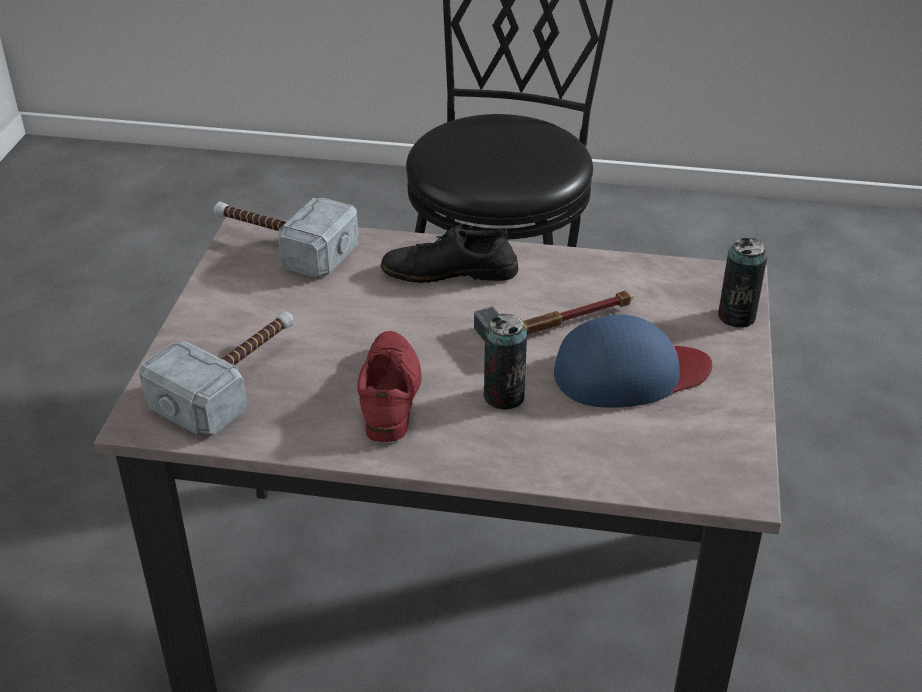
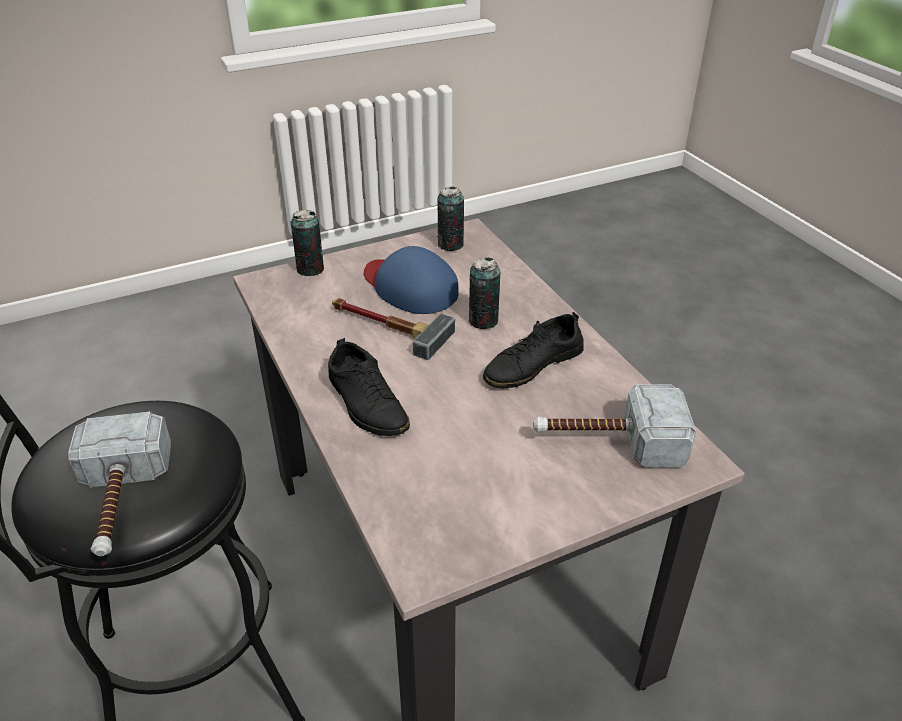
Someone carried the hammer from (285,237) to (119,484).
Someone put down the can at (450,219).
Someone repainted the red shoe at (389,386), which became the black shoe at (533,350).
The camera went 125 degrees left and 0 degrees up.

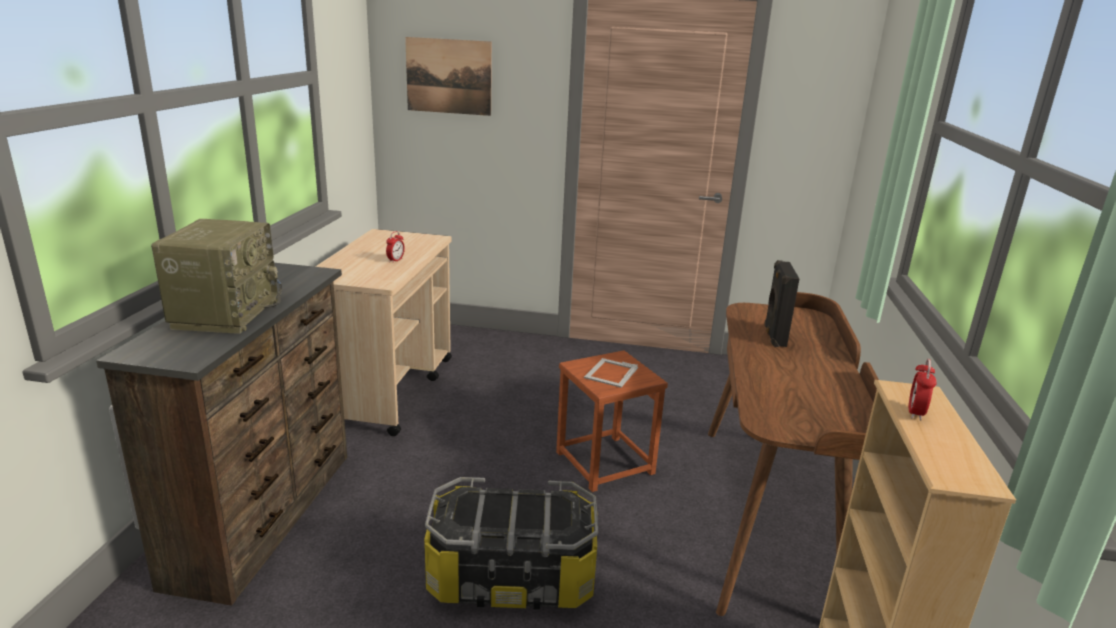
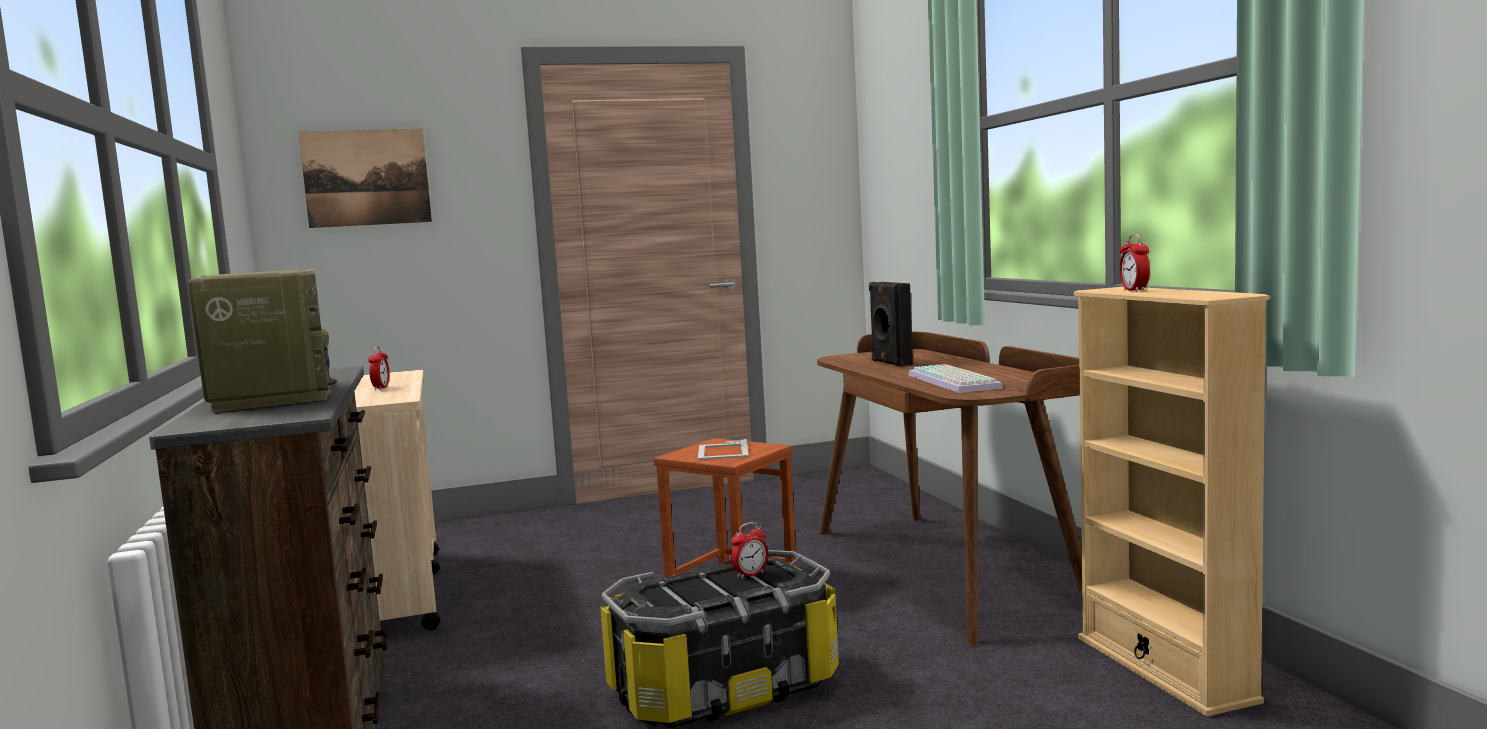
Someone put down the alarm clock at (749,550).
Someone put down the keyboard at (956,378).
The camera went 25 degrees left and 15 degrees down.

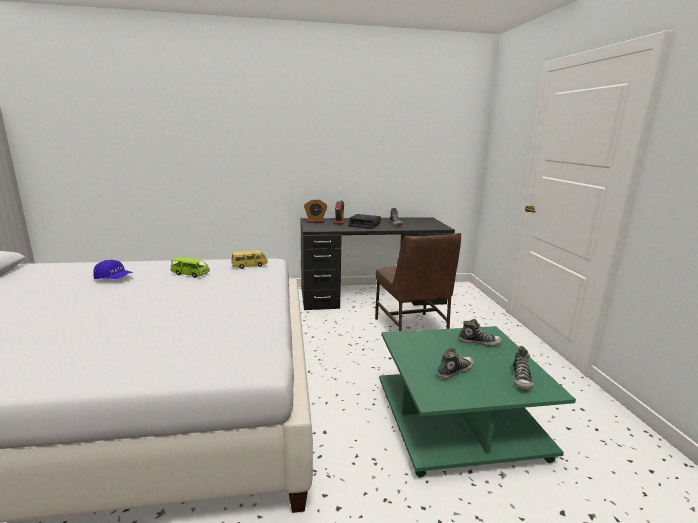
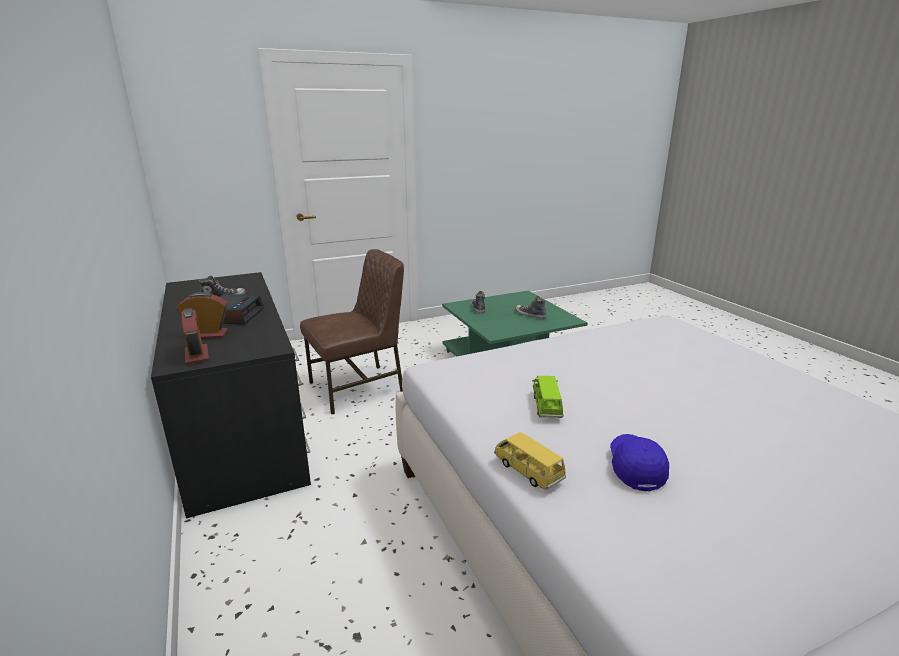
Someone carried the yellow toy car from (249,259) to (530,461).
Someone took away the shoe at (523,367).
The camera went 105 degrees left and 5 degrees up.

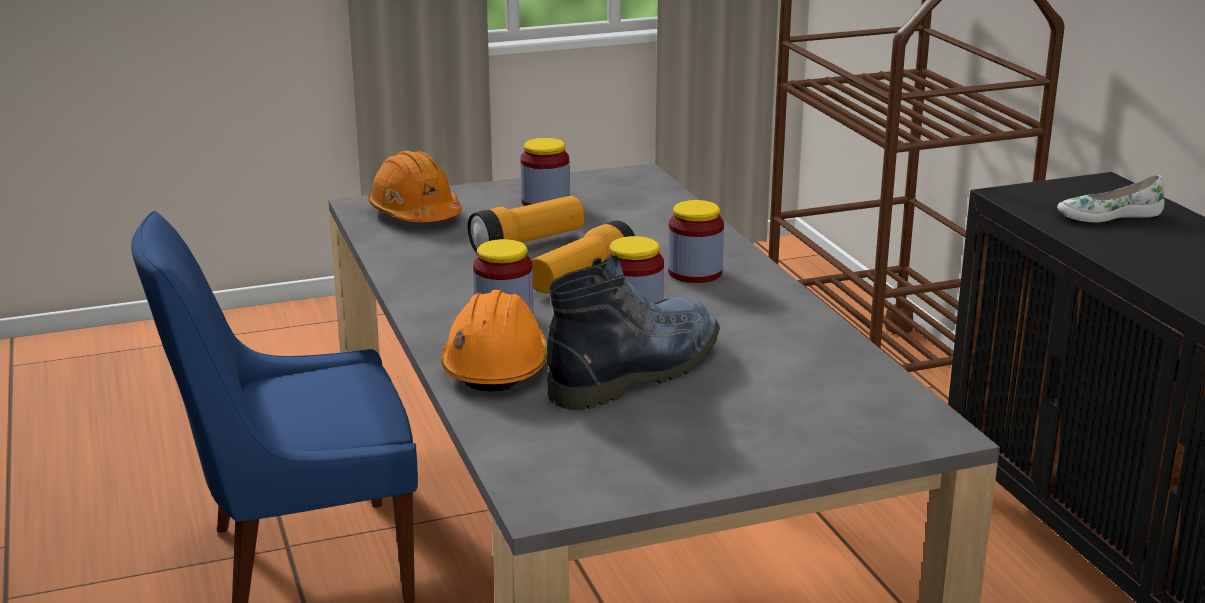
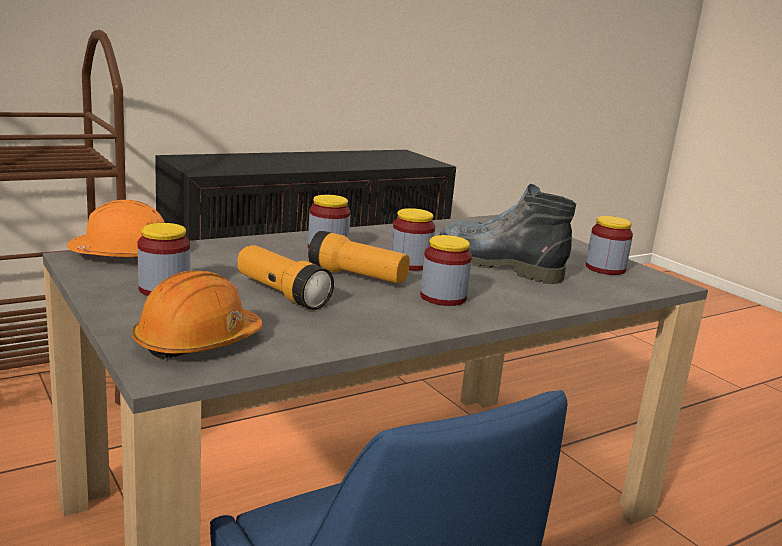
Someone carried the orange hard hat from (494,341) to (116,229).
Someone put down the jar at (609,245).
Someone took away the white shoe at (1110,198).
The camera went 105 degrees left and 5 degrees down.

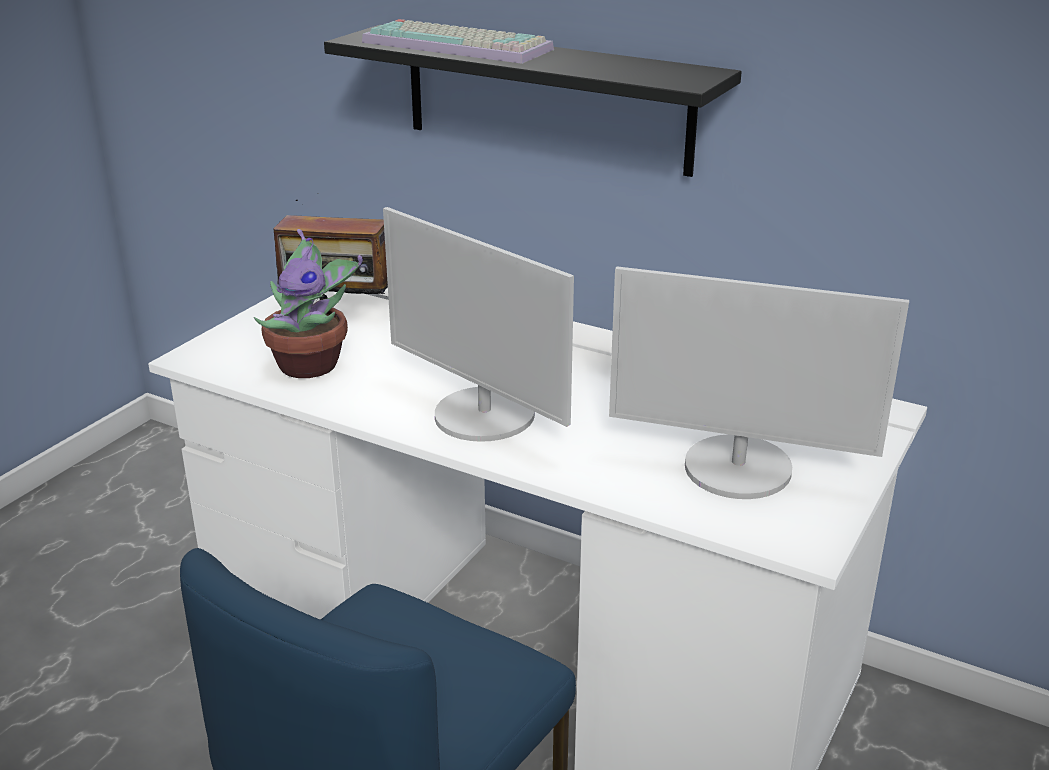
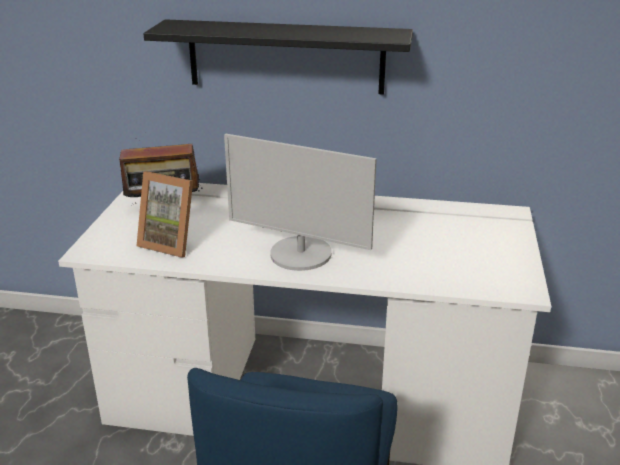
Someone swapped the potted plant at (308,303) for the picture frame at (165,214).
Someone took away the keyboard at (458,41).
Someone took away the monitor at (759,382).
The camera went 20 degrees left and 0 degrees up.

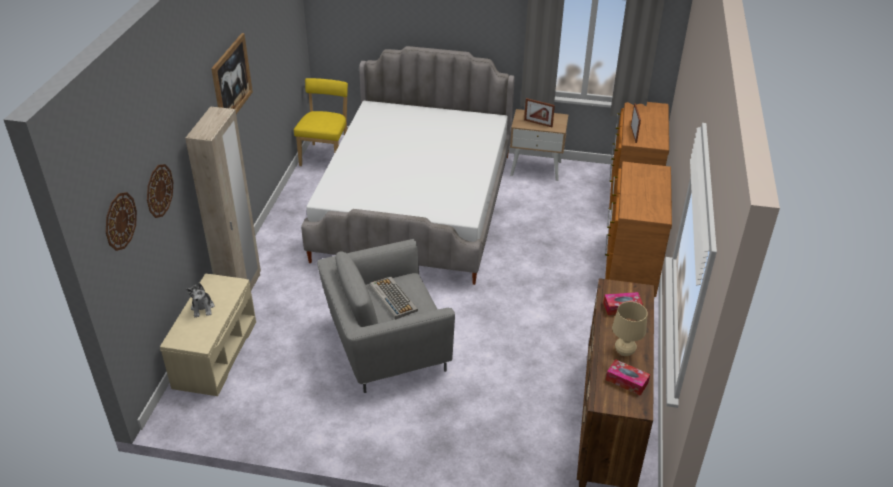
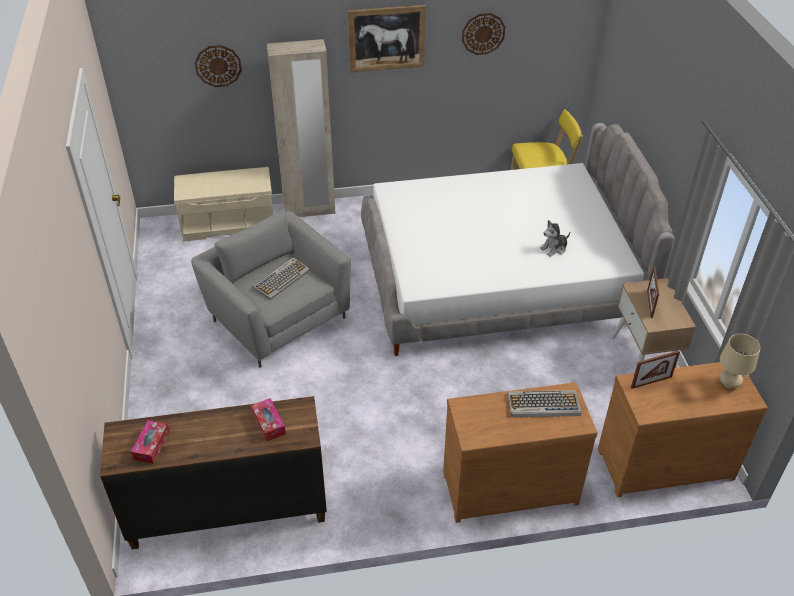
Someone carried the wall clock from (121,221) to (484,34).
Someone put down the keyboard at (544,403).
Someone carried the plush toy from (199,300) to (555,238).
Someone carried the beige table lamp from (630,328) to (740,361).
The camera went 70 degrees right and 5 degrees up.

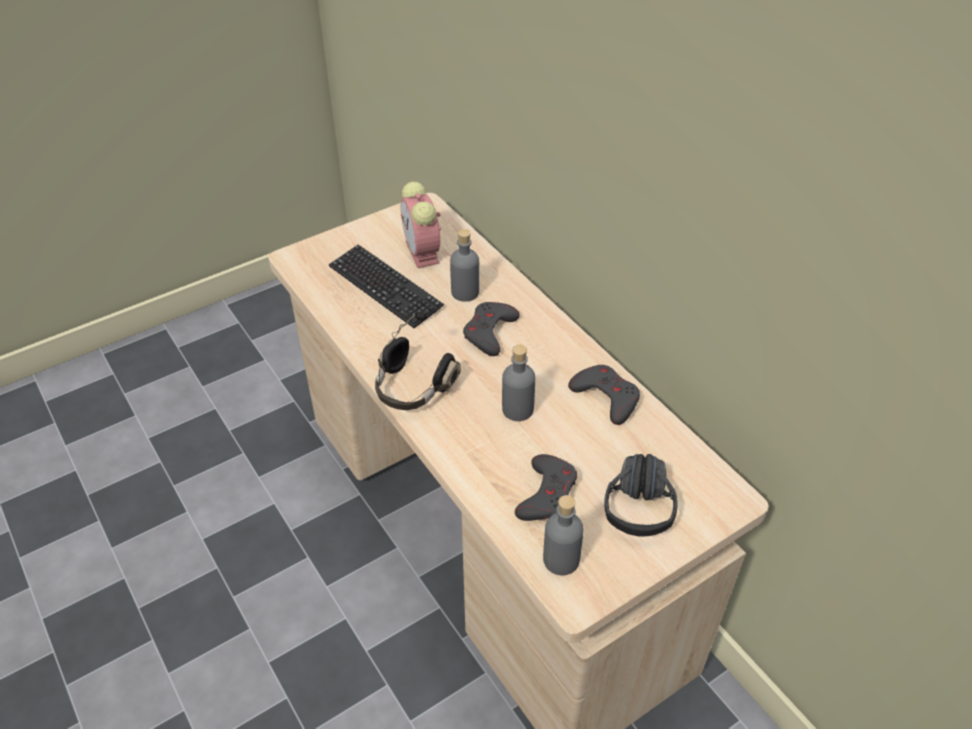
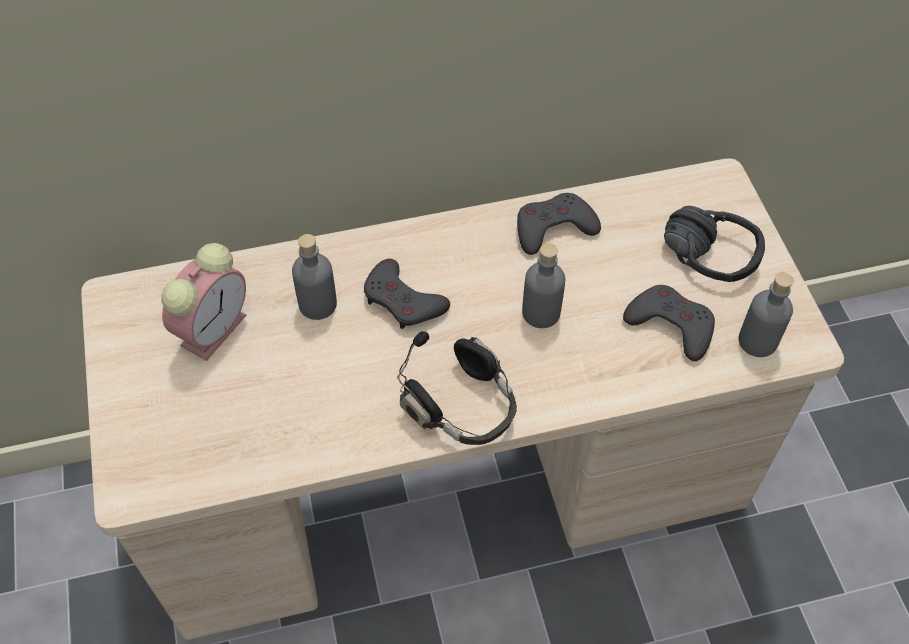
Someone rotated the alarm clock at (421,225) by 60 degrees counterclockwise.
Someone took away the keyboard at (386,286).
The camera went 70 degrees left and 10 degrees up.

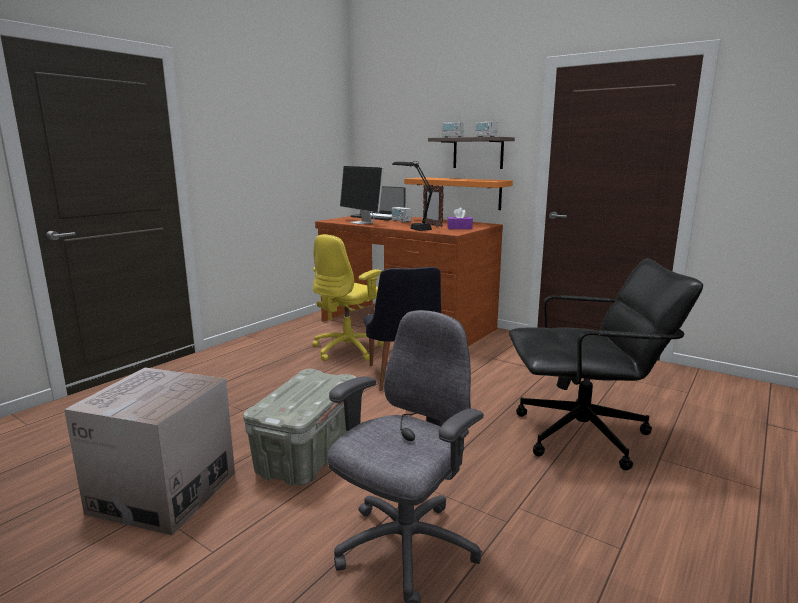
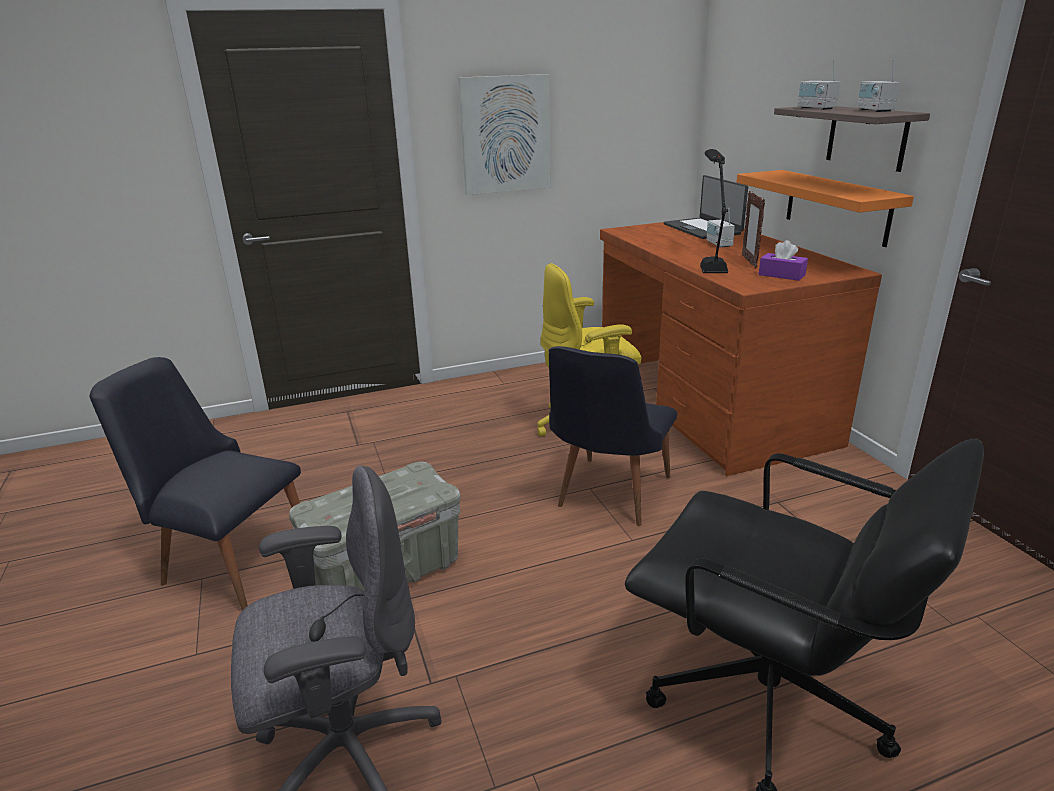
Someone swapped the cardboard box at (149,451) for the black chair at (195,484).
Someone put up the picture at (504,134).
Someone took away the monitor at (362,195).
The camera went 35 degrees right and 10 degrees up.

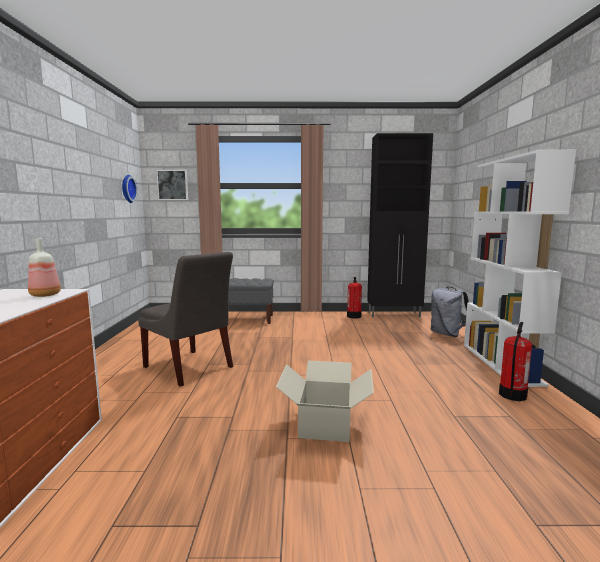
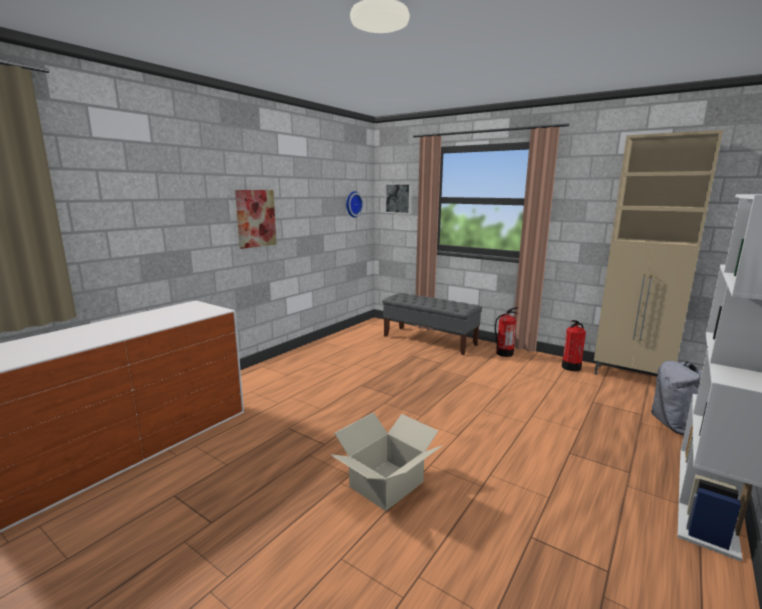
Someone put up the picture at (256,219).
Someone carried the fire extinguisher from (515,361) to (506,332).
Someone repainted the black cabinet at (400,225), which became the beige cabinet at (658,252).
Someone took away the bottle at (44,268).
Someone took away the grey chair at (185,319).
The camera went 35 degrees right and 5 degrees up.

